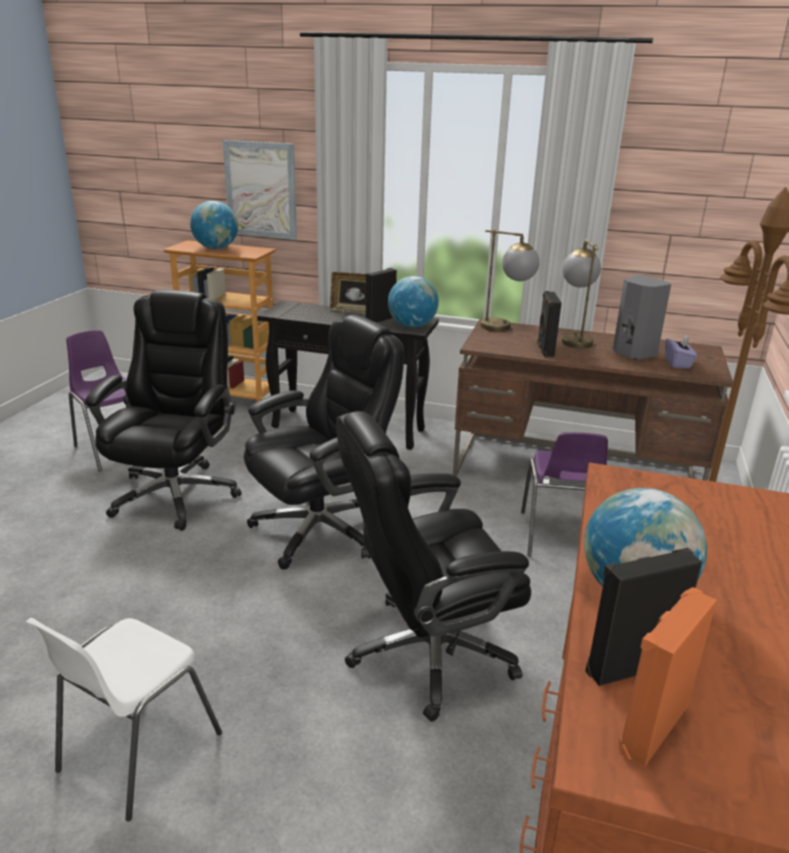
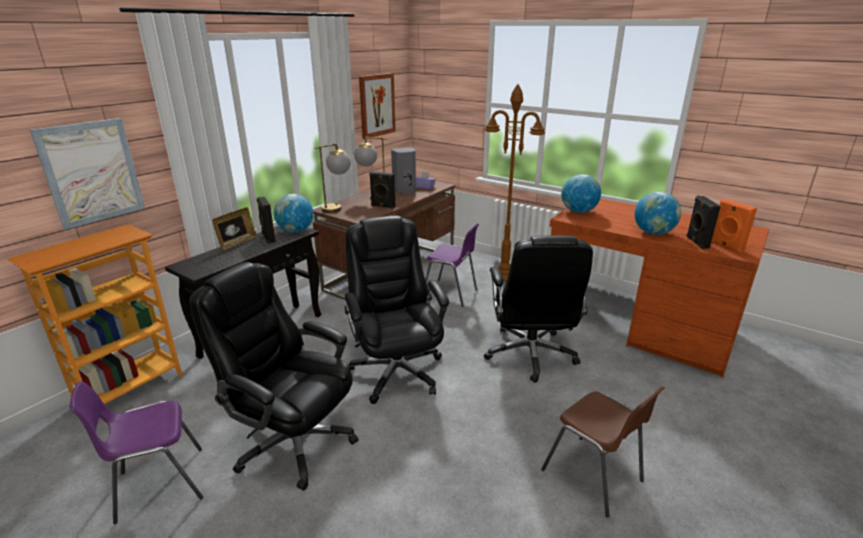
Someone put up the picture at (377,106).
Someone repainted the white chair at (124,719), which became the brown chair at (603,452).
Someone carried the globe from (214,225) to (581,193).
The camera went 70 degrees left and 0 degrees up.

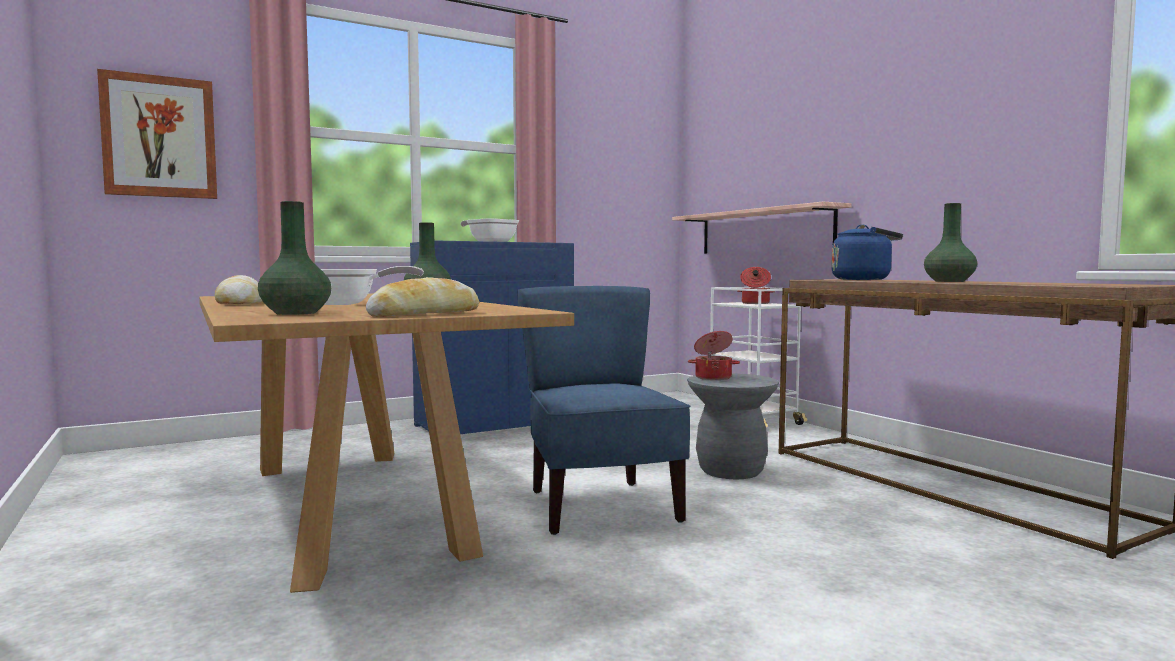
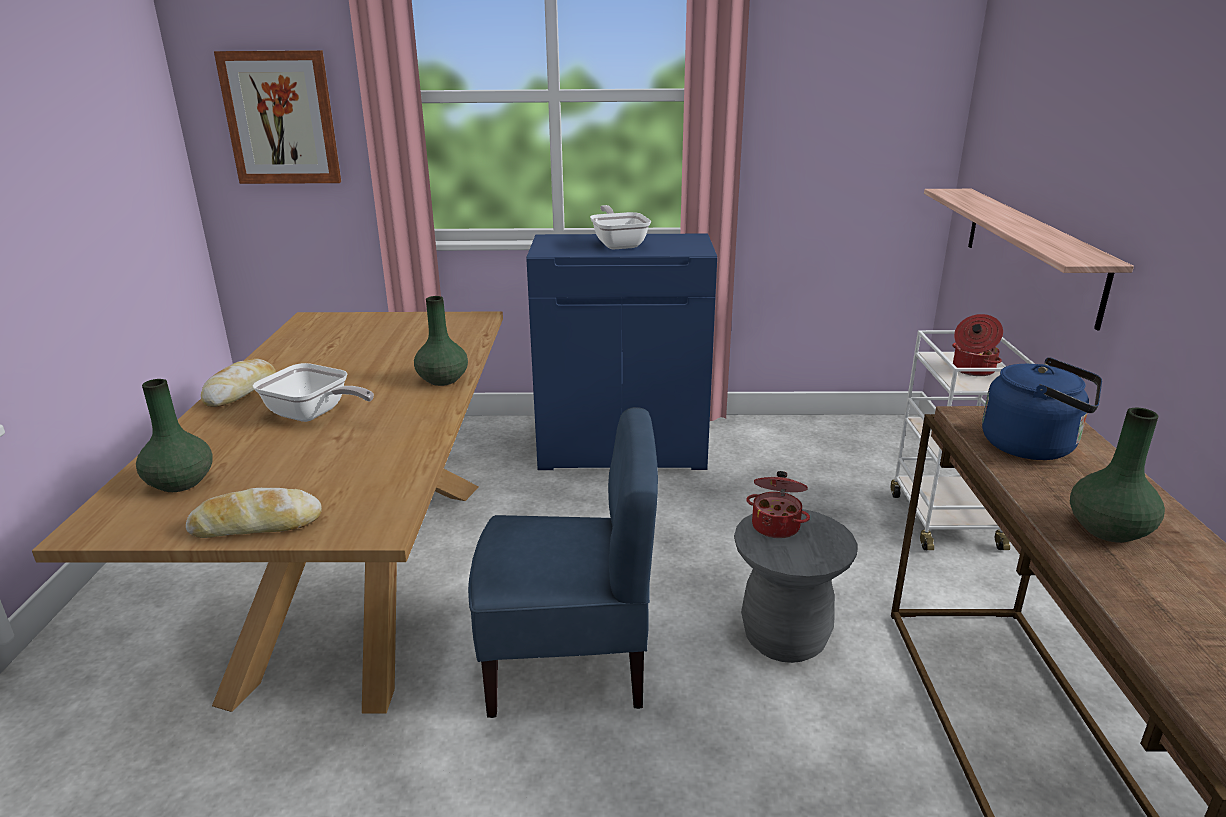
Someone rotated the blue chair at (604,410) by 75 degrees clockwise.
The camera went 30 degrees right and 20 degrees up.

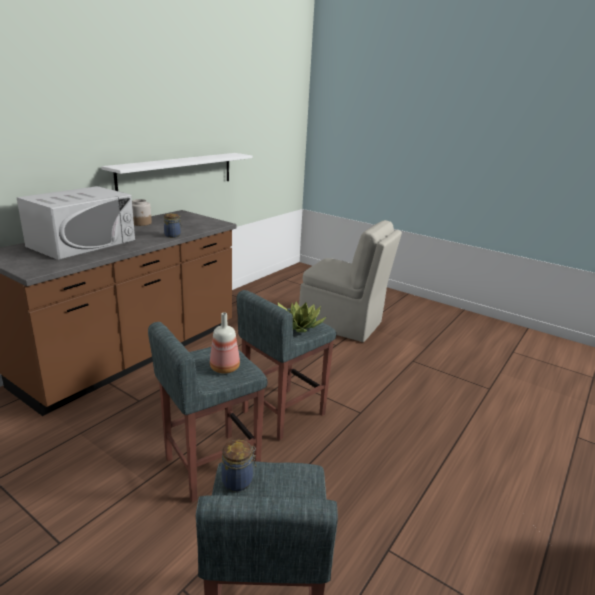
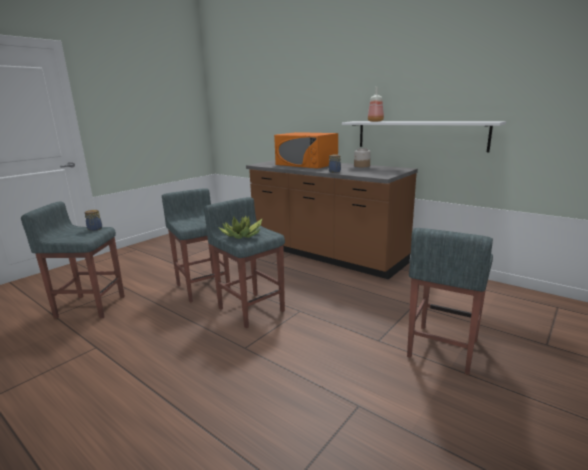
Someone repainted the white microwave at (75,223), which became the orange microwave at (306,150).
Someone carried the bottle from (225,343) to (376,104).
Someone swapped the beige chair at (350,281) for the grey stool at (450,301).
The camera went 95 degrees right and 5 degrees down.

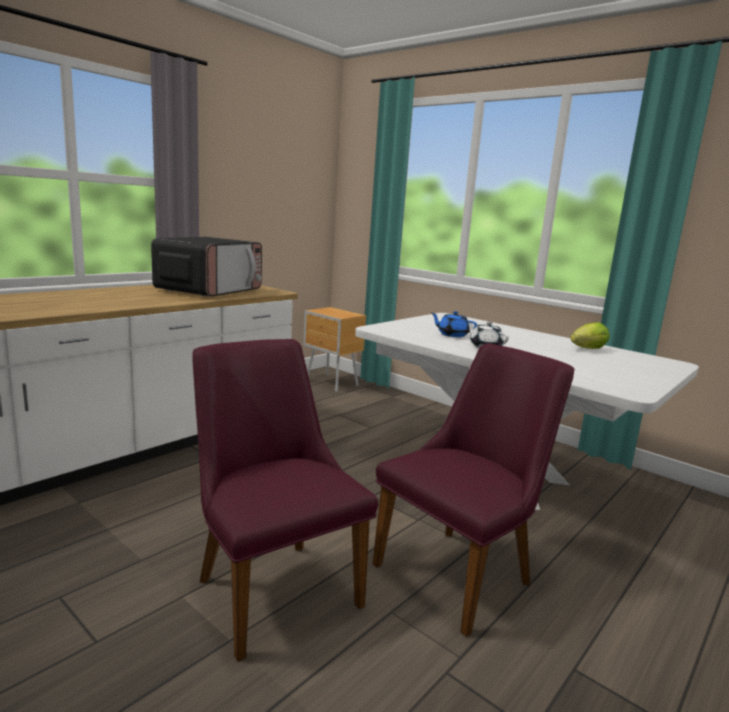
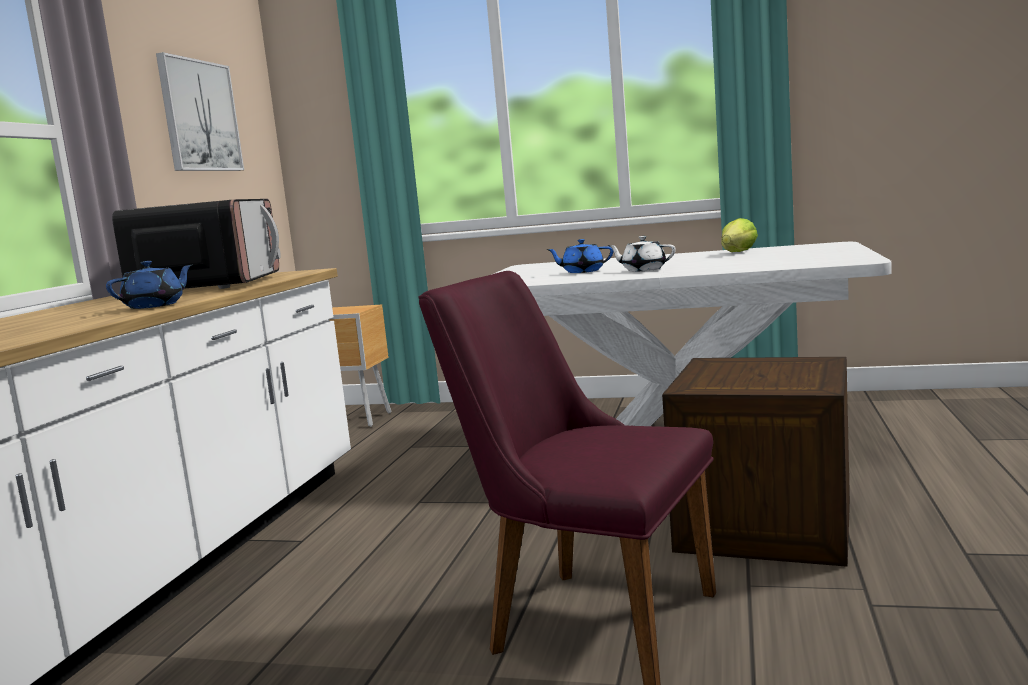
Someone put down the blue teapot at (149,285).
Someone put up the picture at (200,111).
Someone swapped the purple chair at (474,490) for the crate at (756,462).
The camera went 25 degrees left and 5 degrees down.

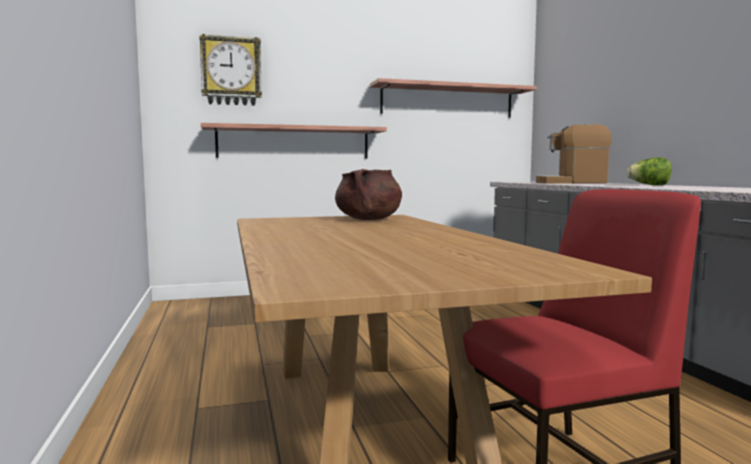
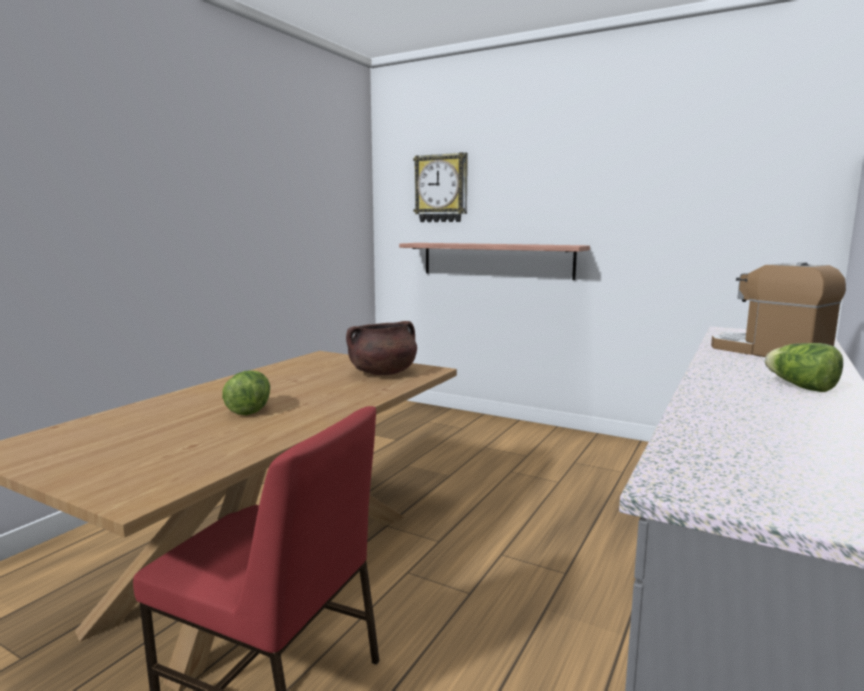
Someone put down the lettuce at (246,392).
Someone took away the shelf at (453,98).
The camera went 45 degrees right and 5 degrees up.

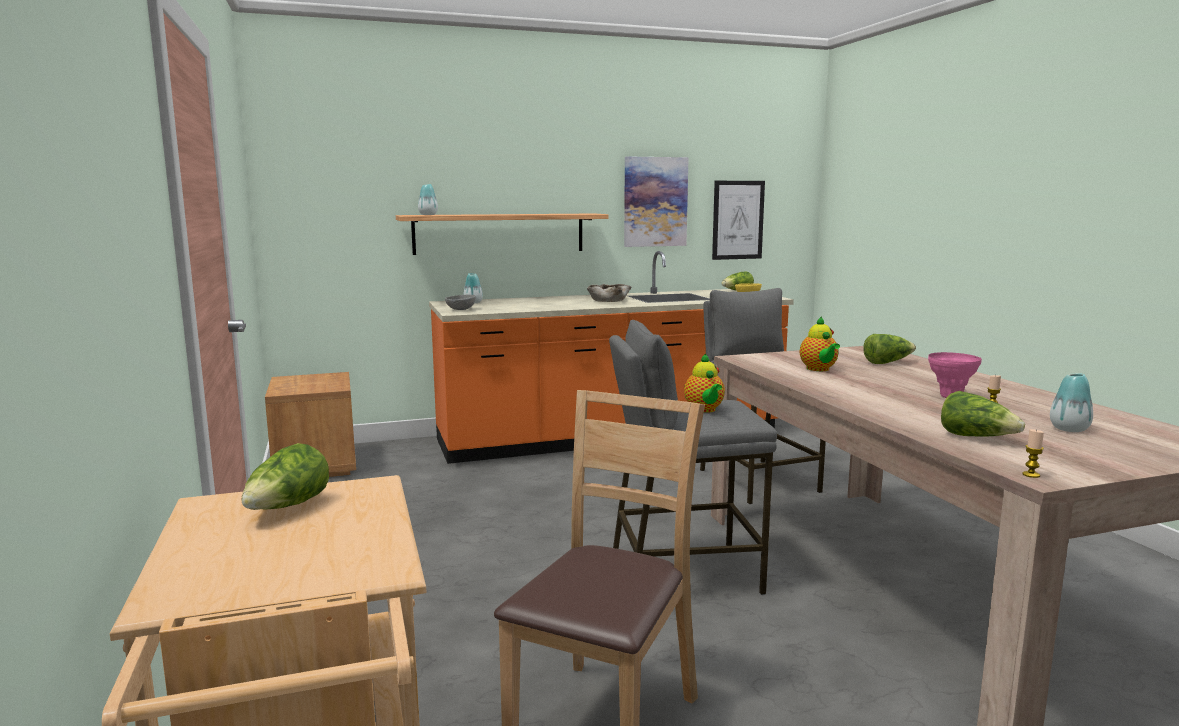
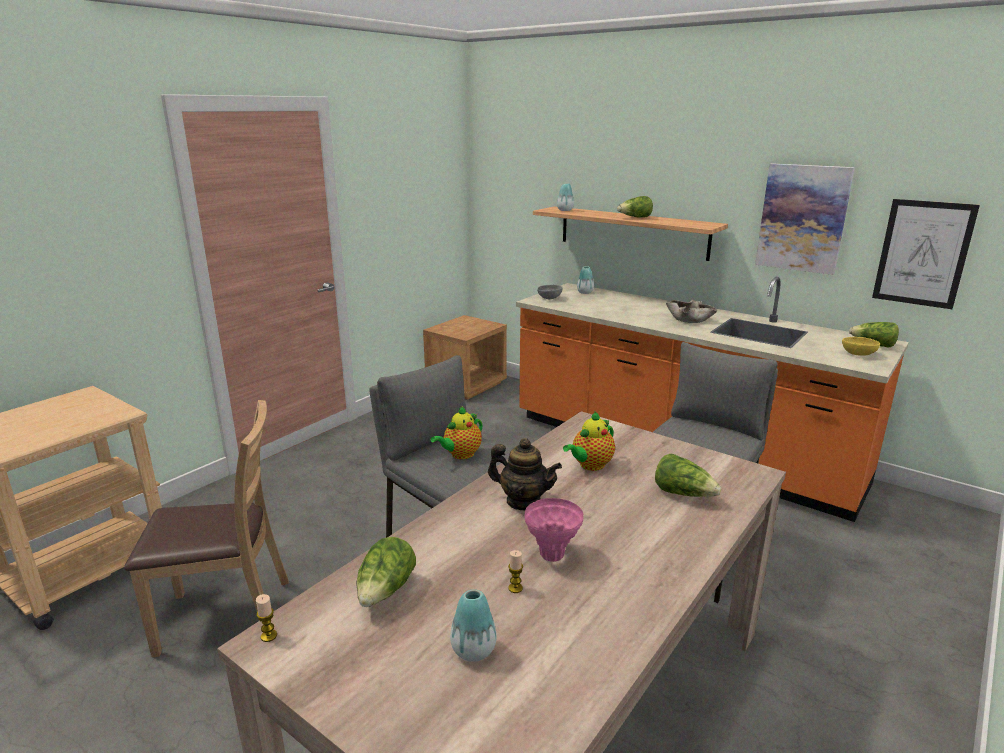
Someone put down the teapot at (525,474).
Someone carried the lettuce from (285,476) to (635,207).
The camera went 55 degrees right and 10 degrees up.

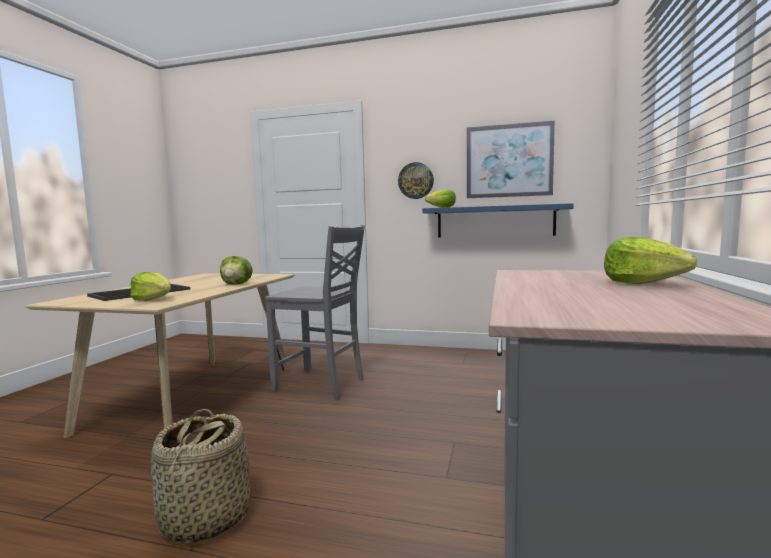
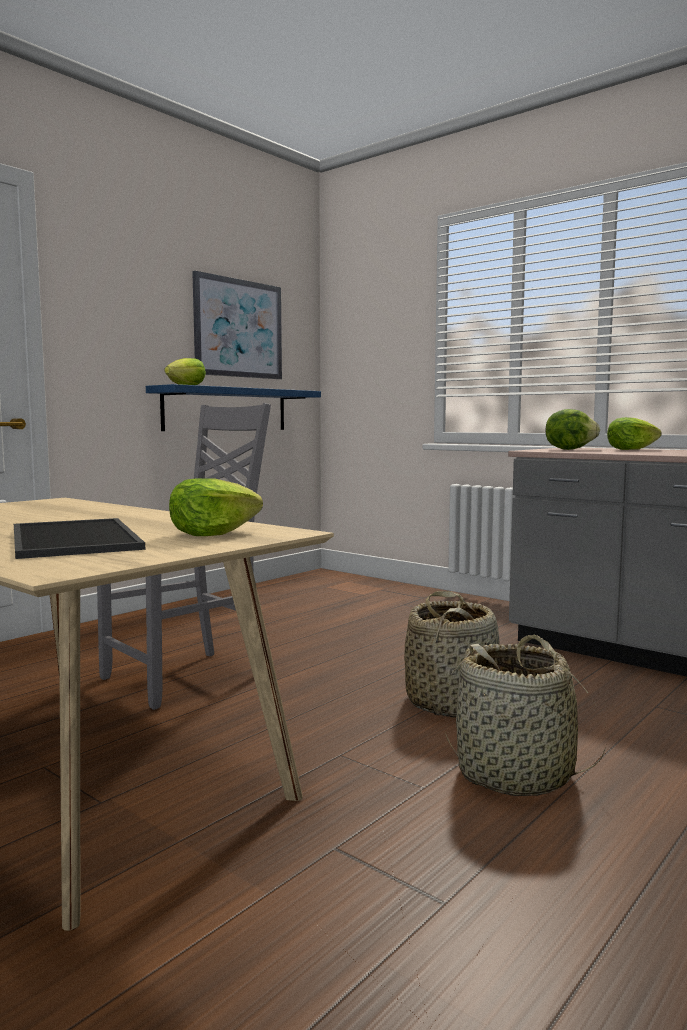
Someone put down the basket at (451,654).
Someone carried the lettuce from (236,270) to (573,429).
Someone took away the wall clock at (416,180).
The camera went 65 degrees left and 0 degrees up.

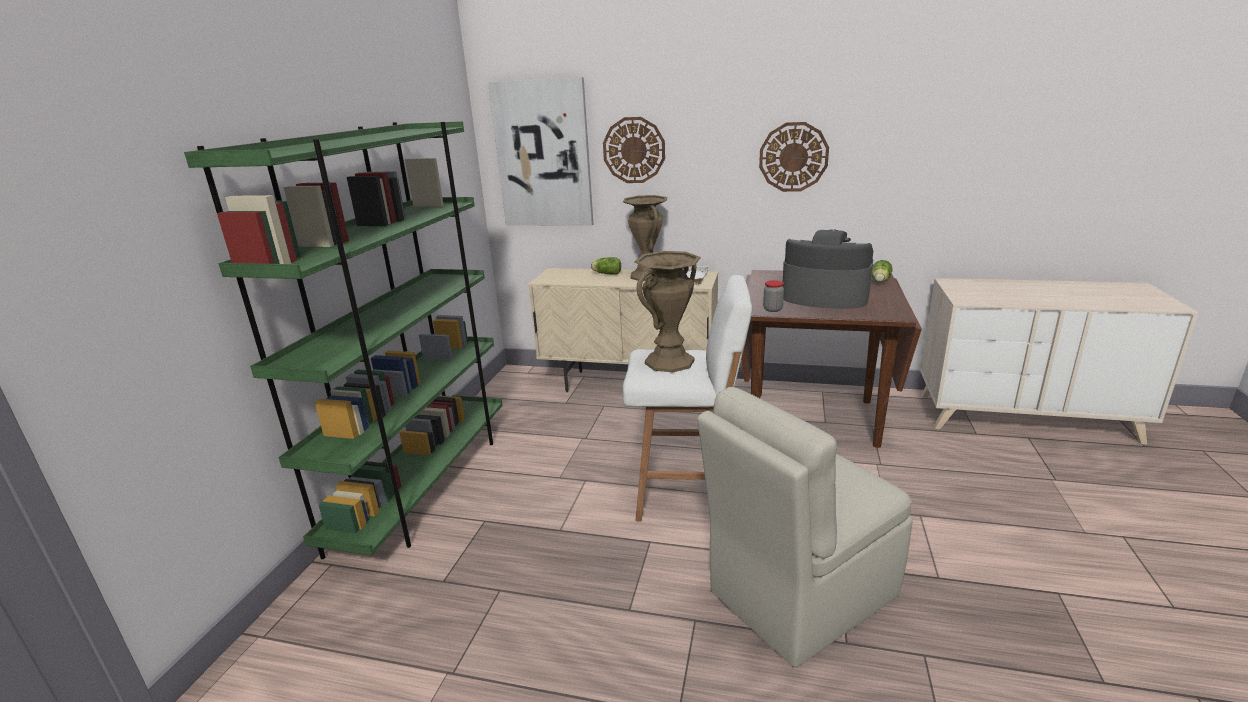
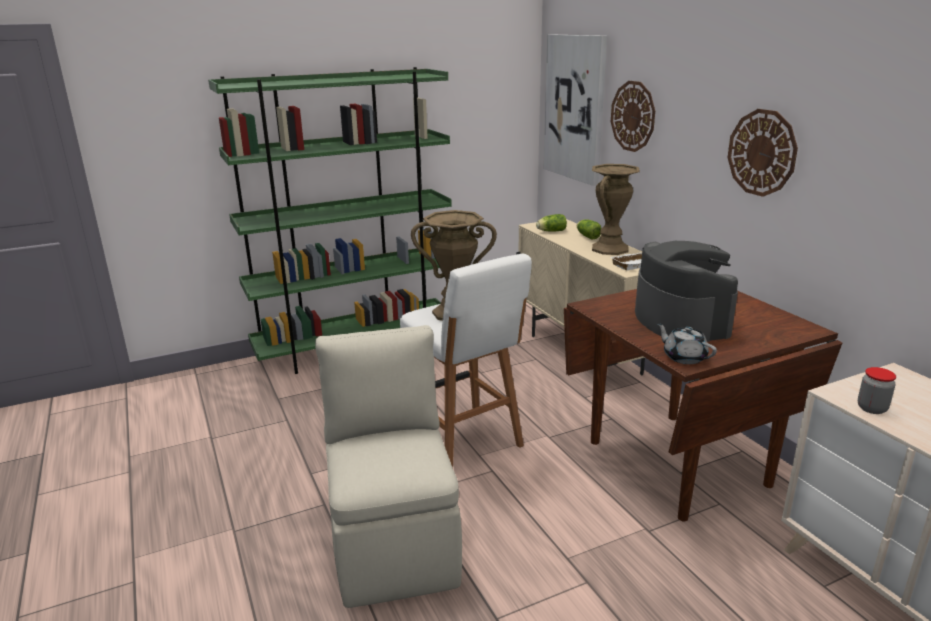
Someone rotated the beige chair at (804,527) by 60 degrees clockwise.
Someone carried the lettuce from (882,271) to (551,223).
Someone put down the grey teapot at (687,343).
Someone carried the jar from (773,296) to (877,390).
The camera went 50 degrees right and 0 degrees up.

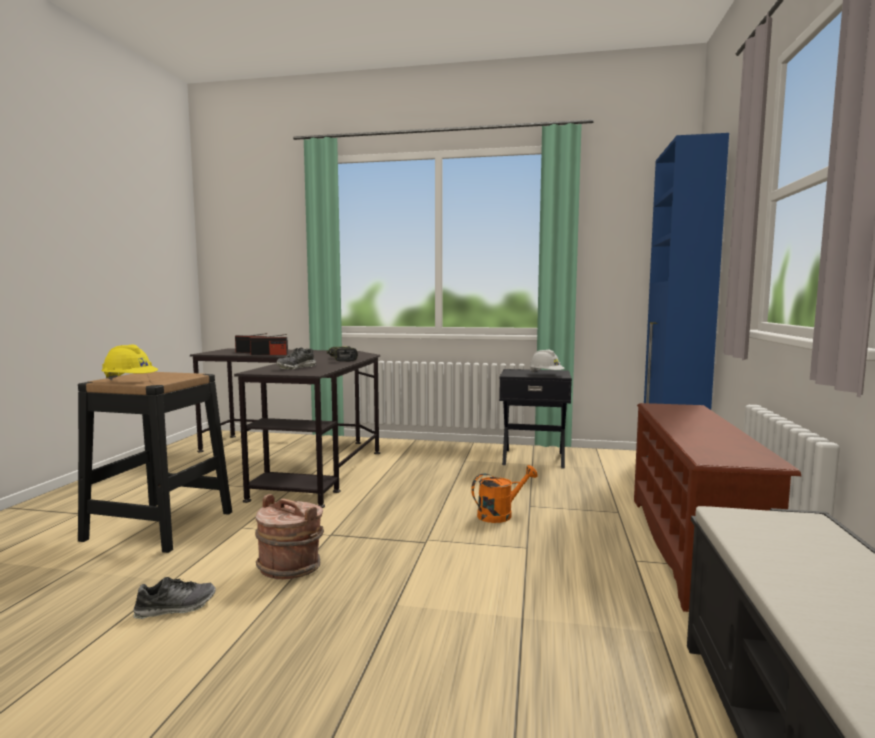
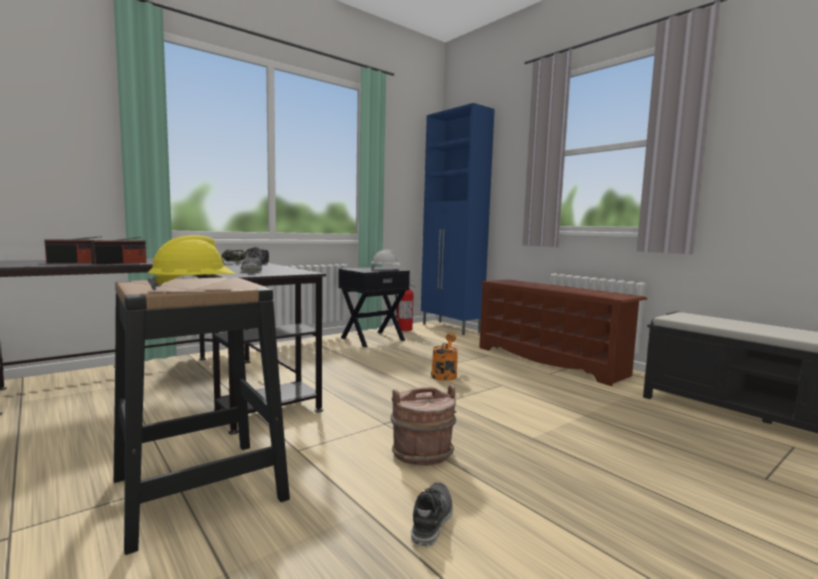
Someone put down the fire extinguisher at (405,305).
The camera went 50 degrees left and 0 degrees up.

